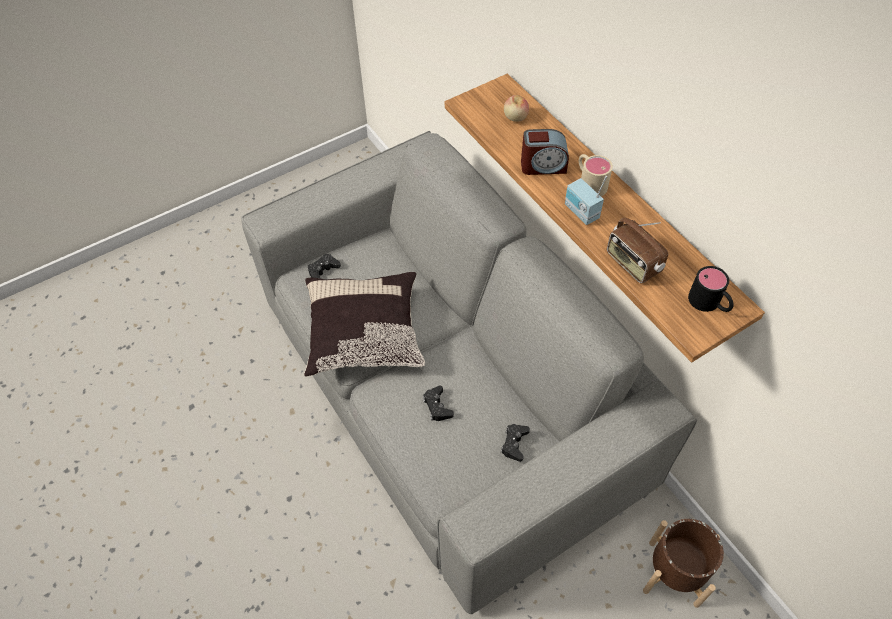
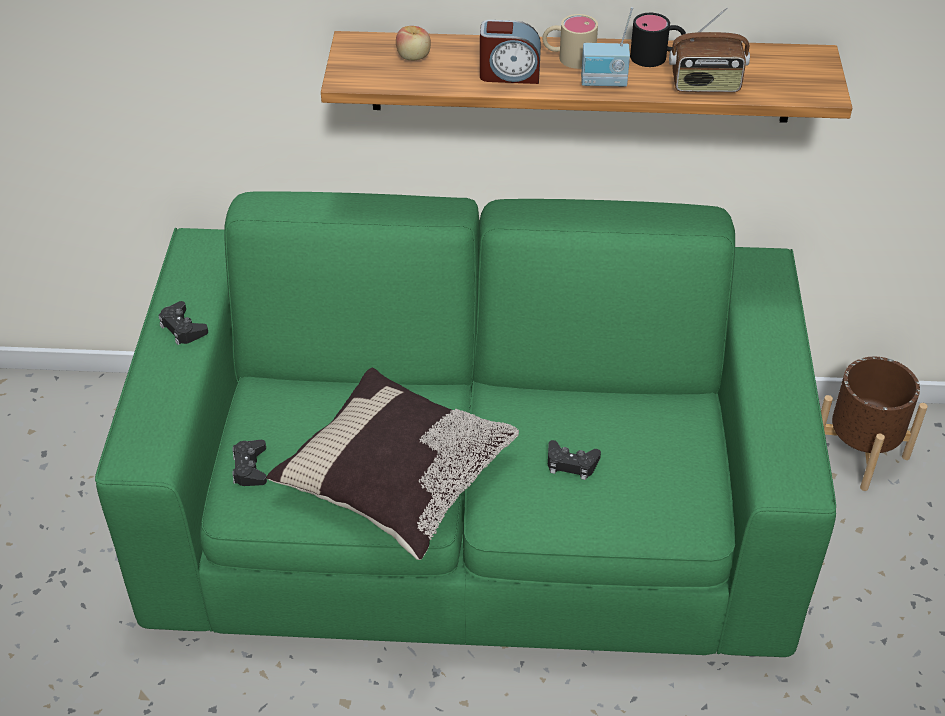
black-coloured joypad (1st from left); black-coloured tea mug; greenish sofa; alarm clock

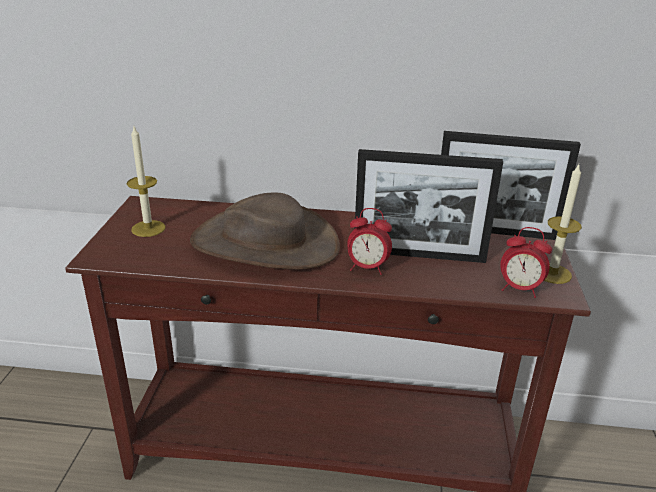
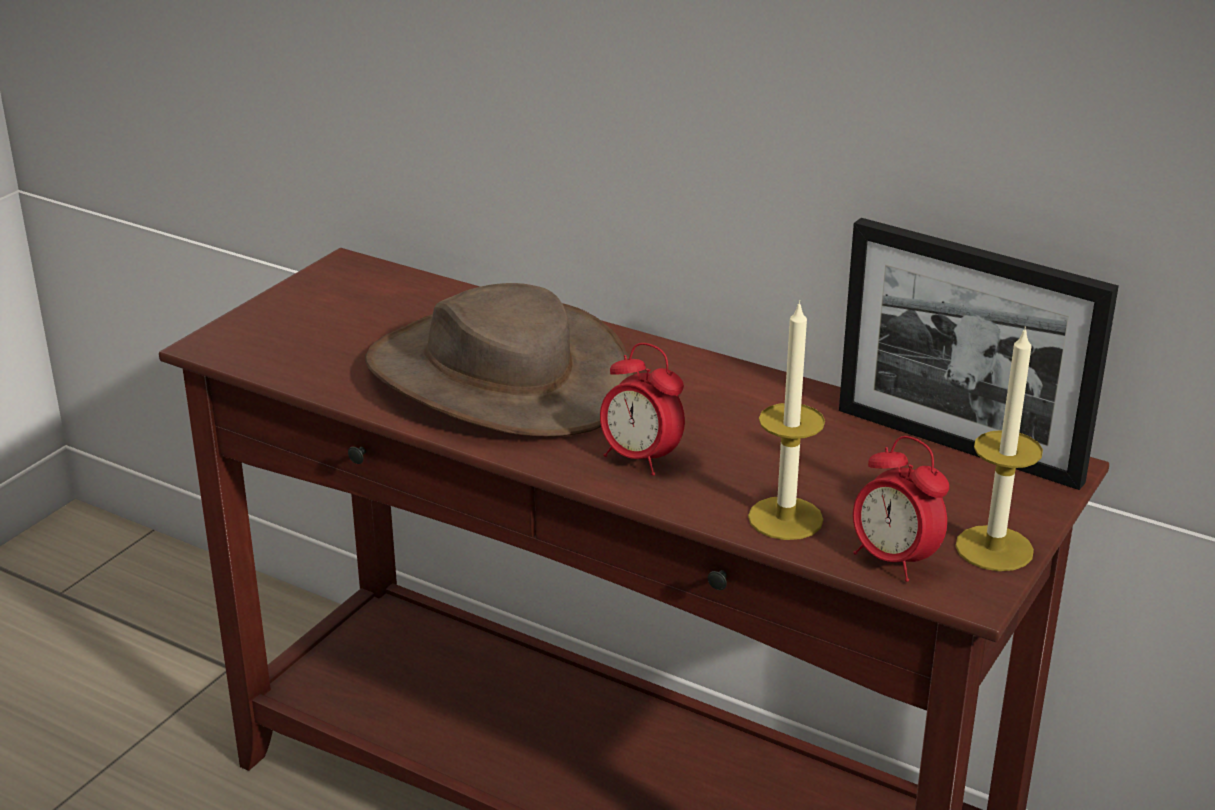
standing frame (1st from left in the first image); wax light (1st from left)

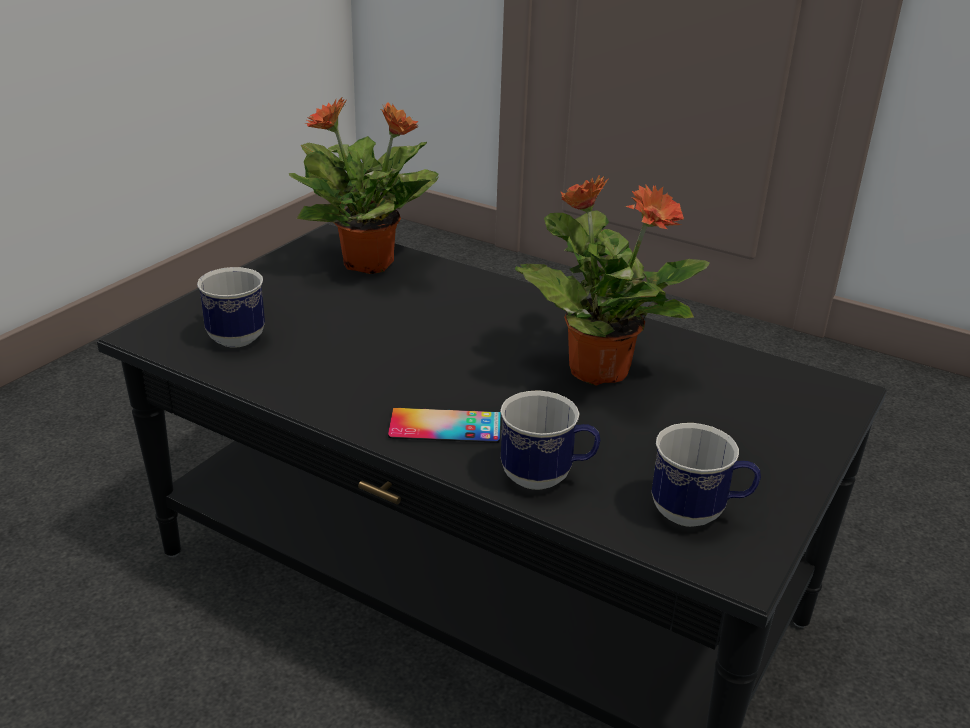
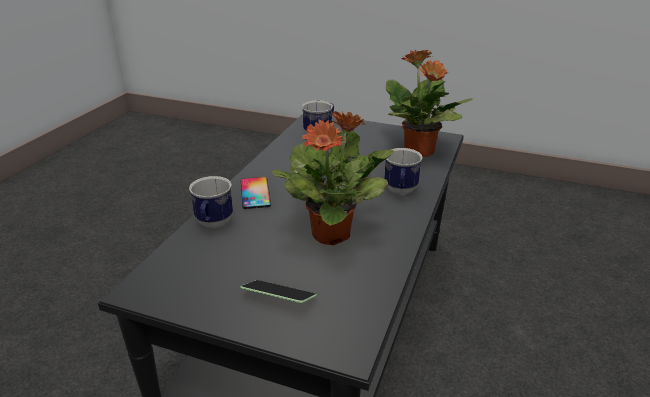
handset (2nd from left); tea mug (3rd from left)

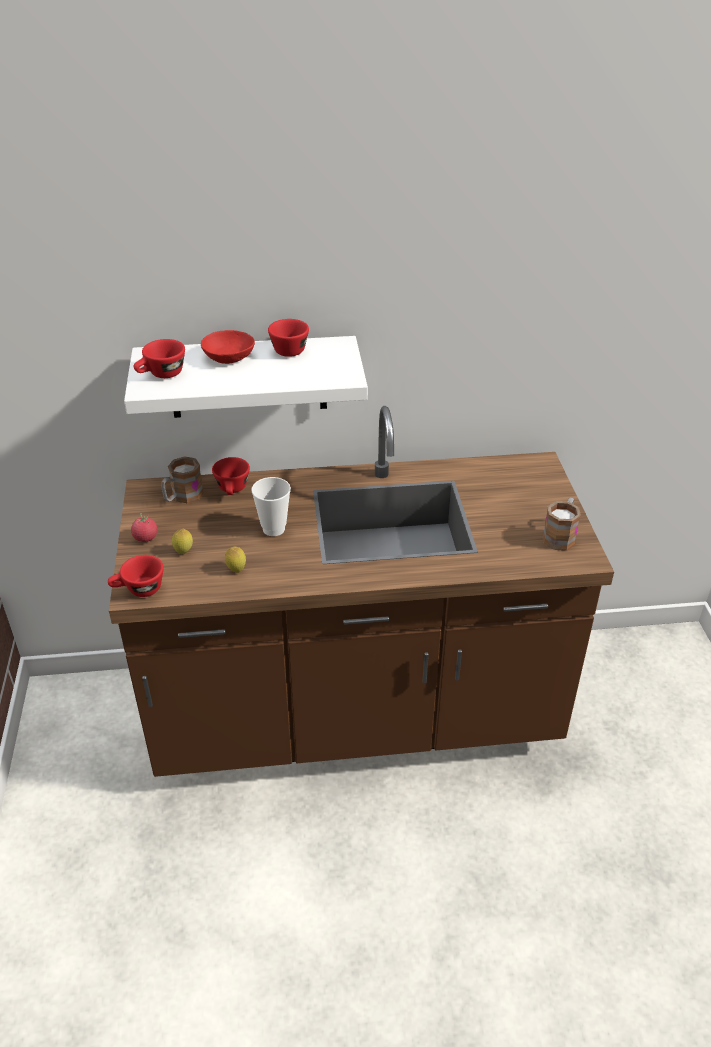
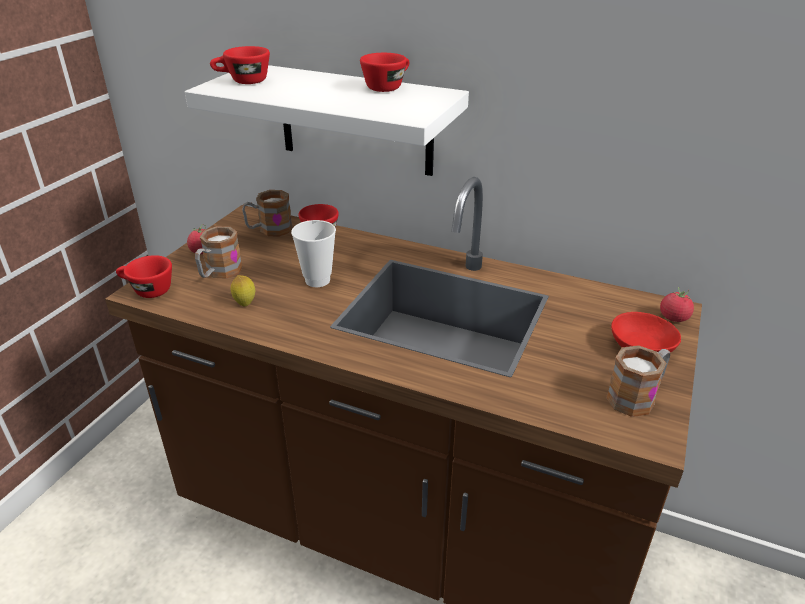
tomato (2nd from left); reddish deep dish; tea mug (1st from left)

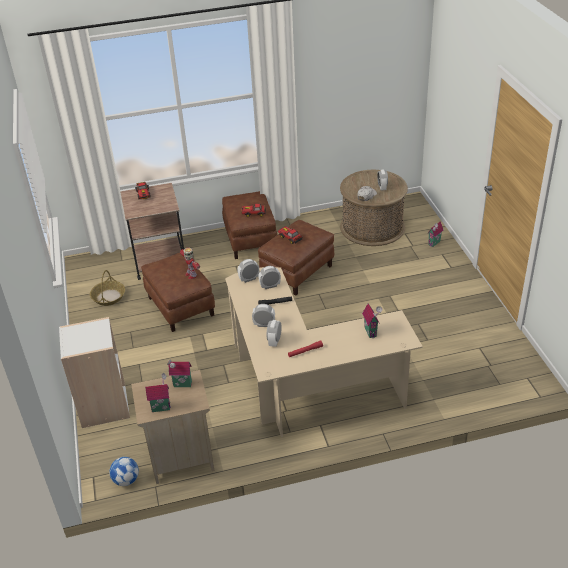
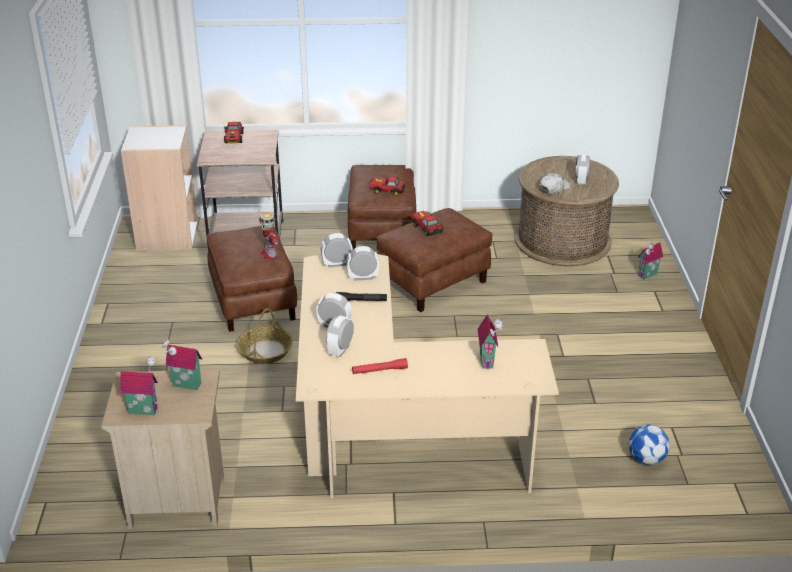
shelving unit; household basket; football

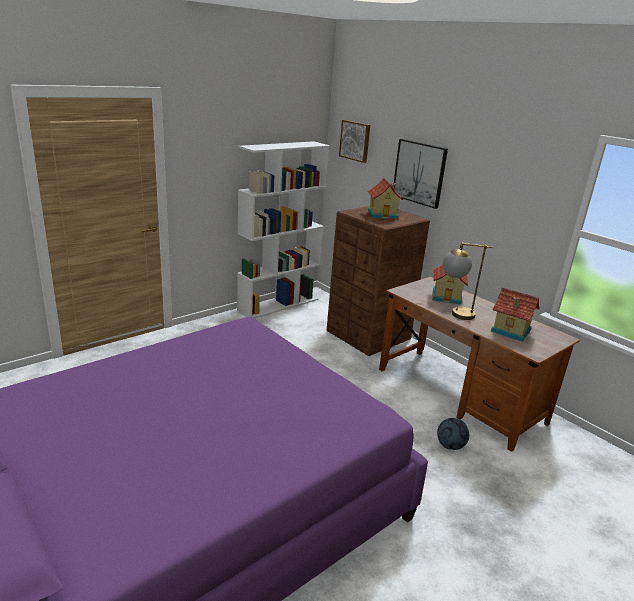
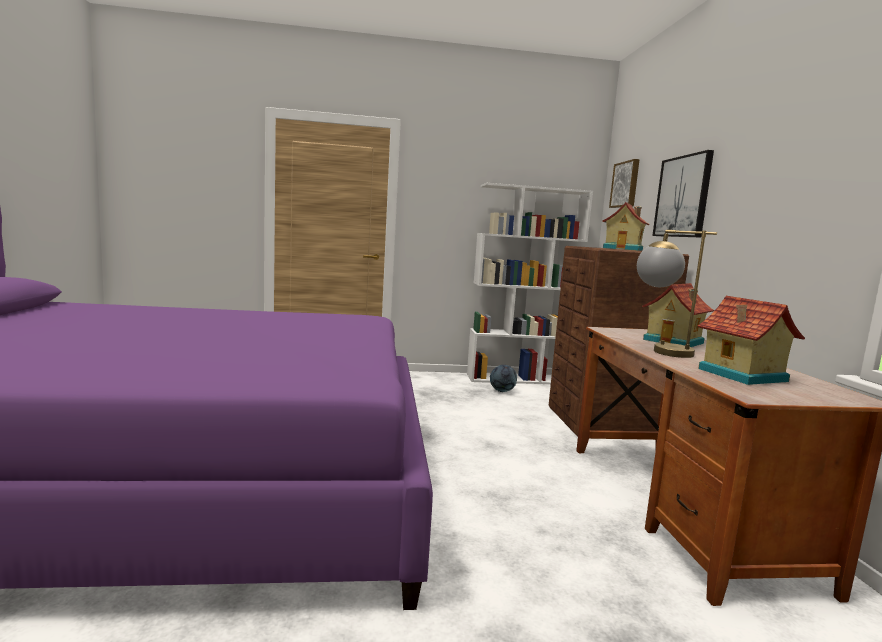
football

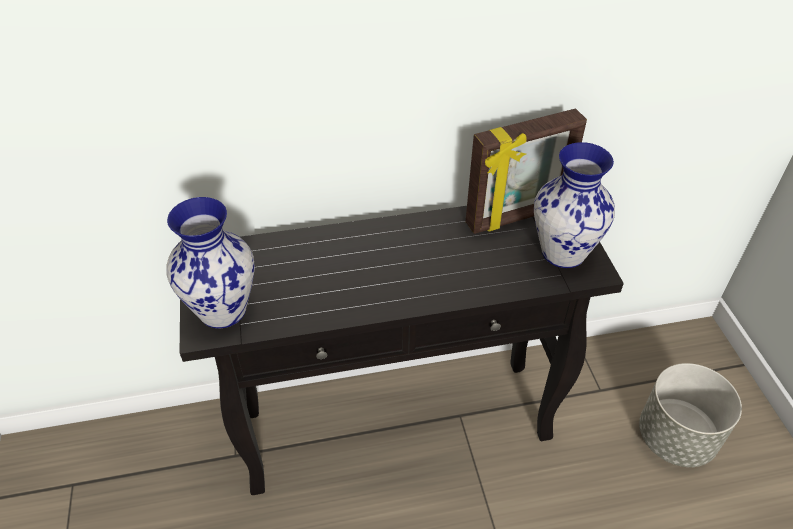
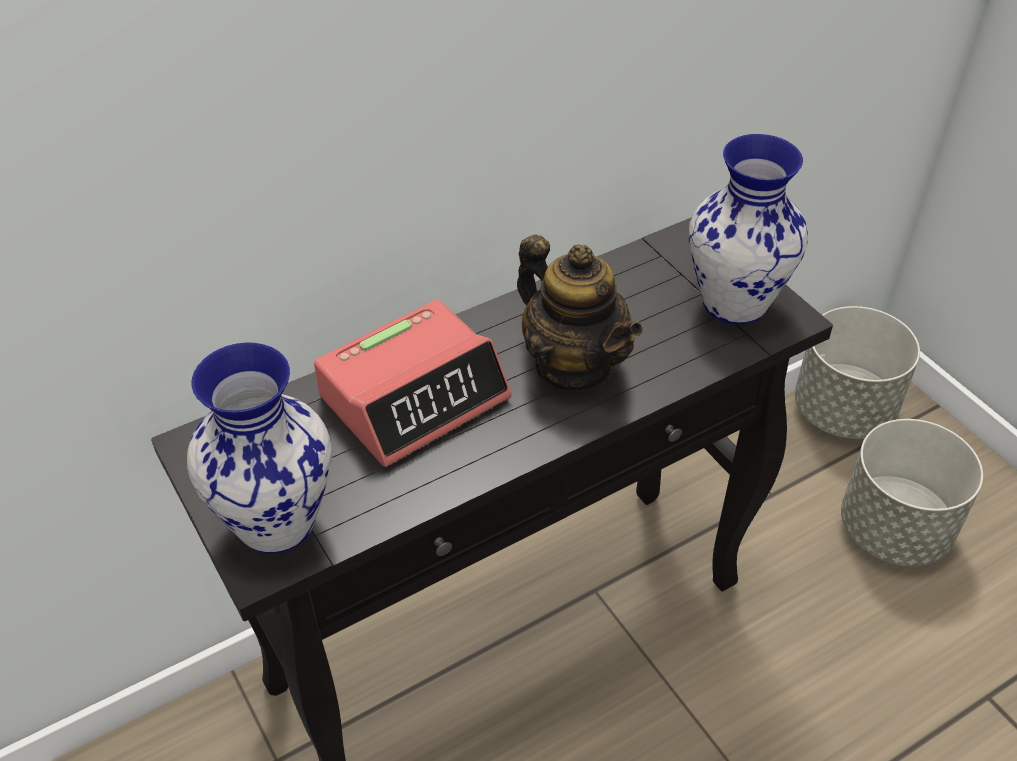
standing frame; alarm clock; tea pot; greyish planter (1st from left)

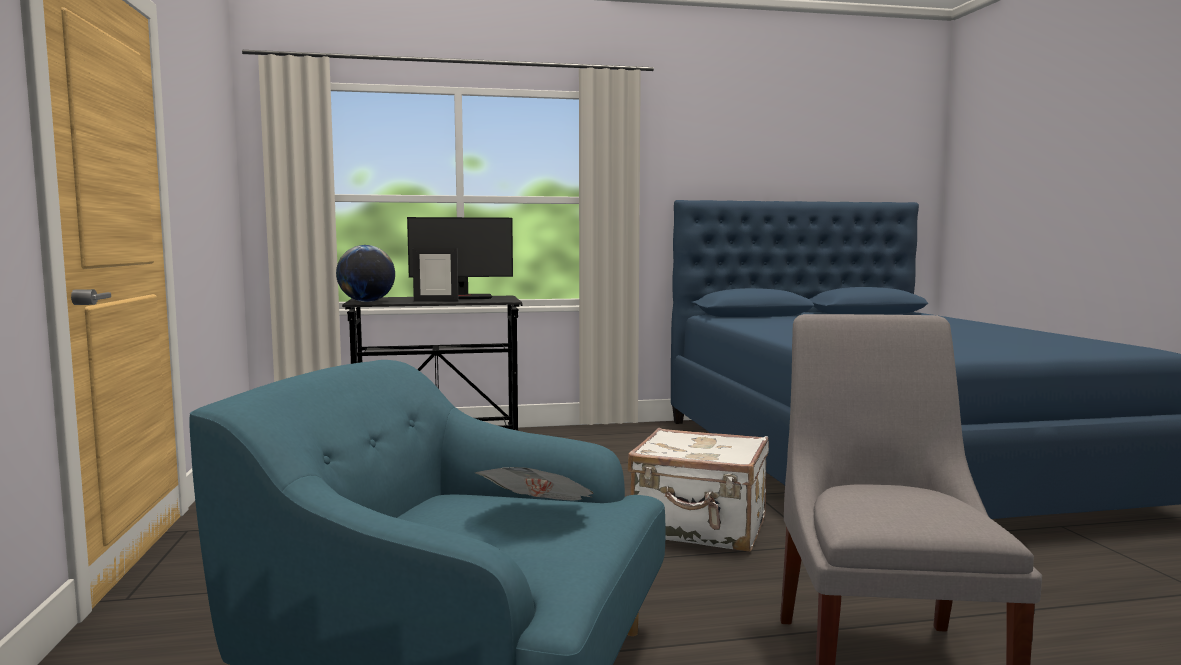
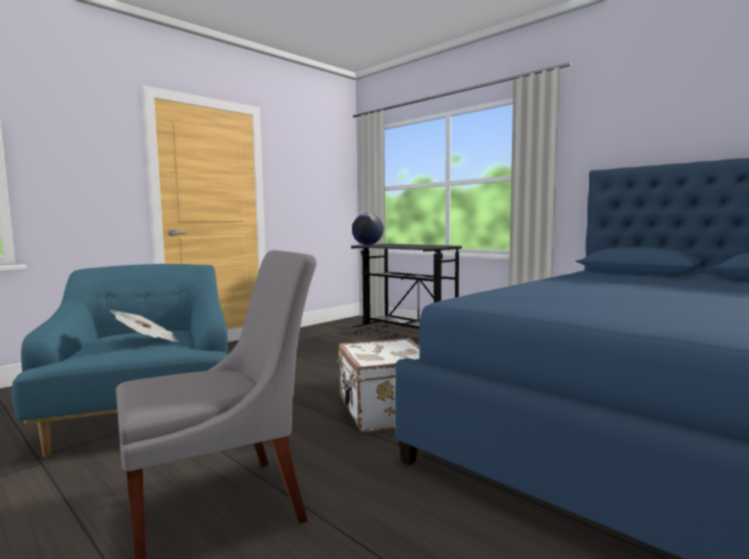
computer display; standing frame

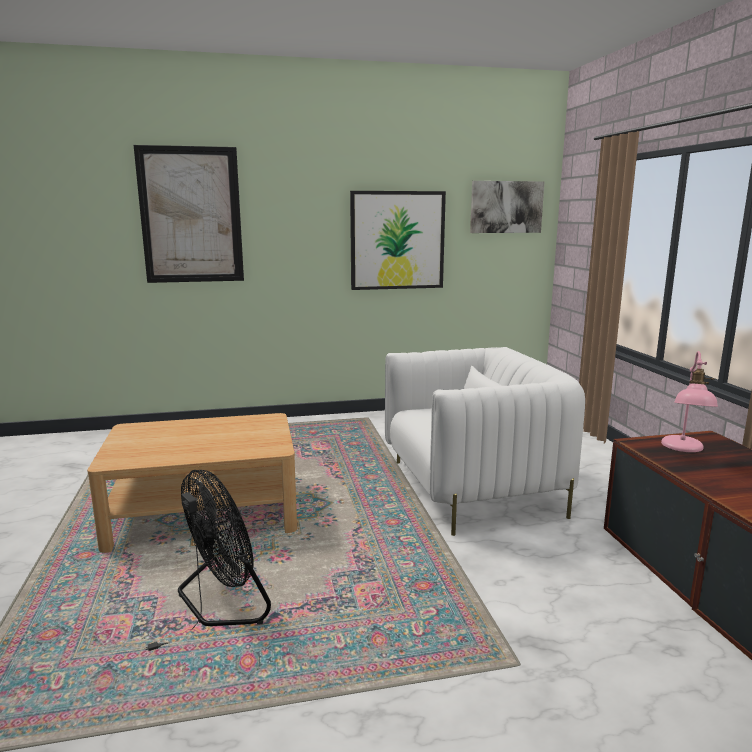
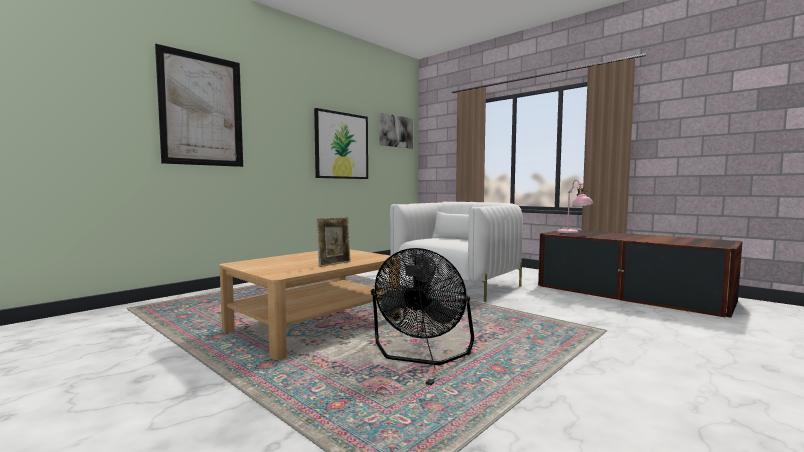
standing frame

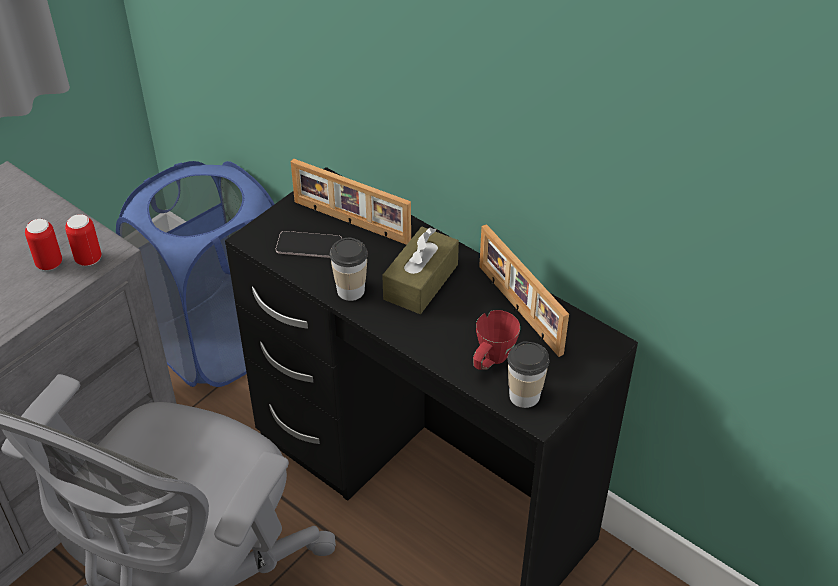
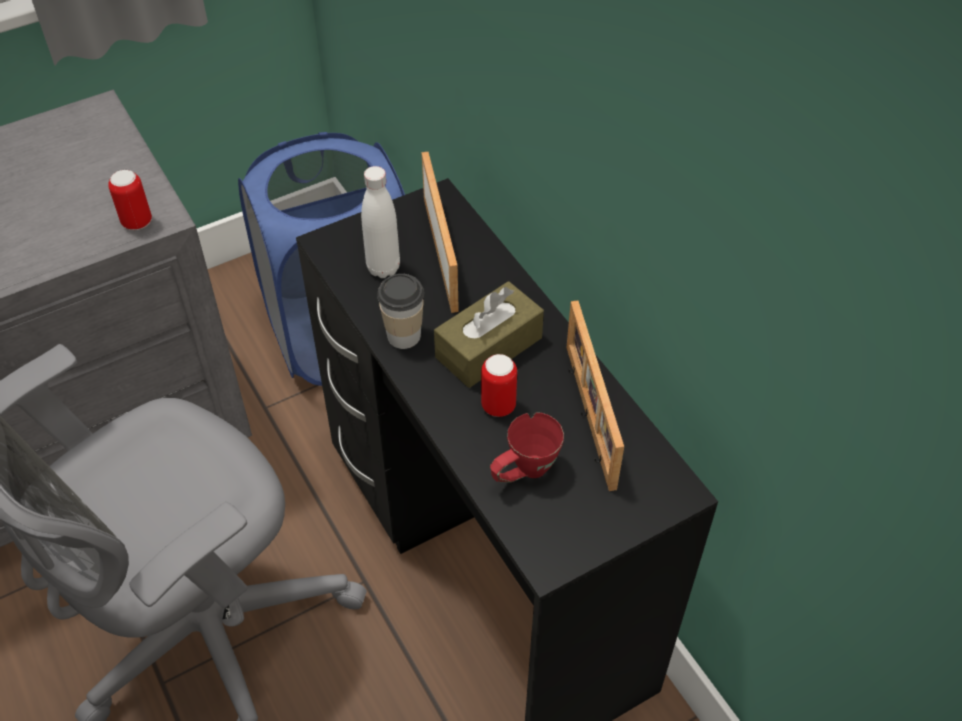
small cup (2nd from left in the first image); metal can (2nd from left); white-coloured beverage bottle; standing frame (1st from left)

